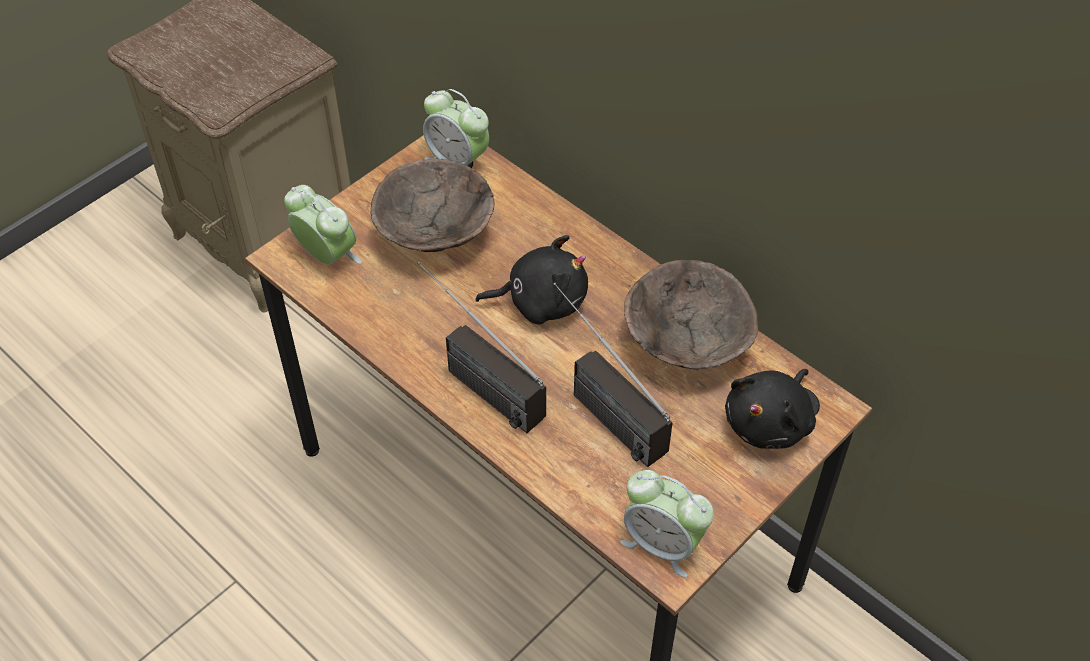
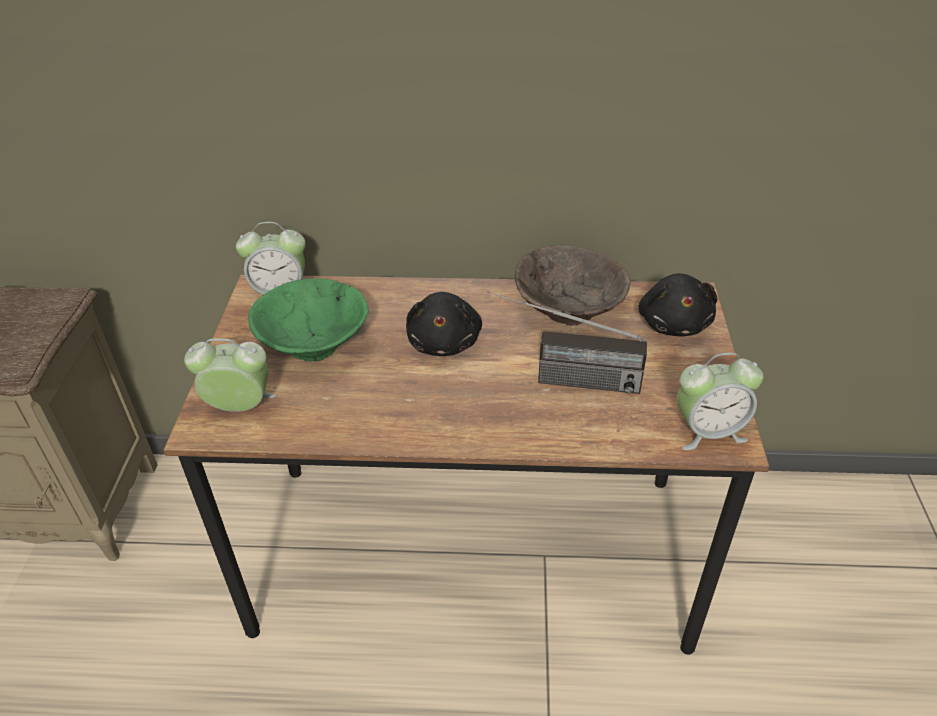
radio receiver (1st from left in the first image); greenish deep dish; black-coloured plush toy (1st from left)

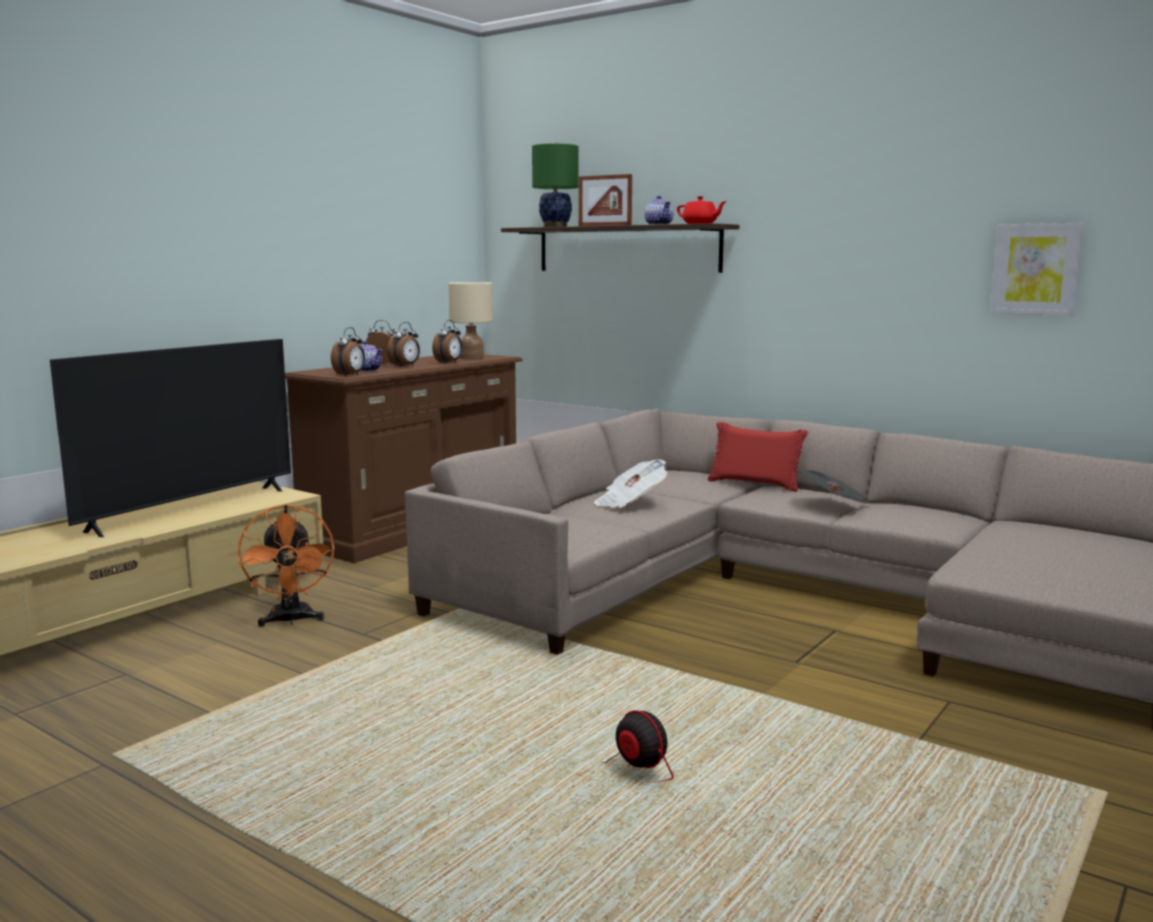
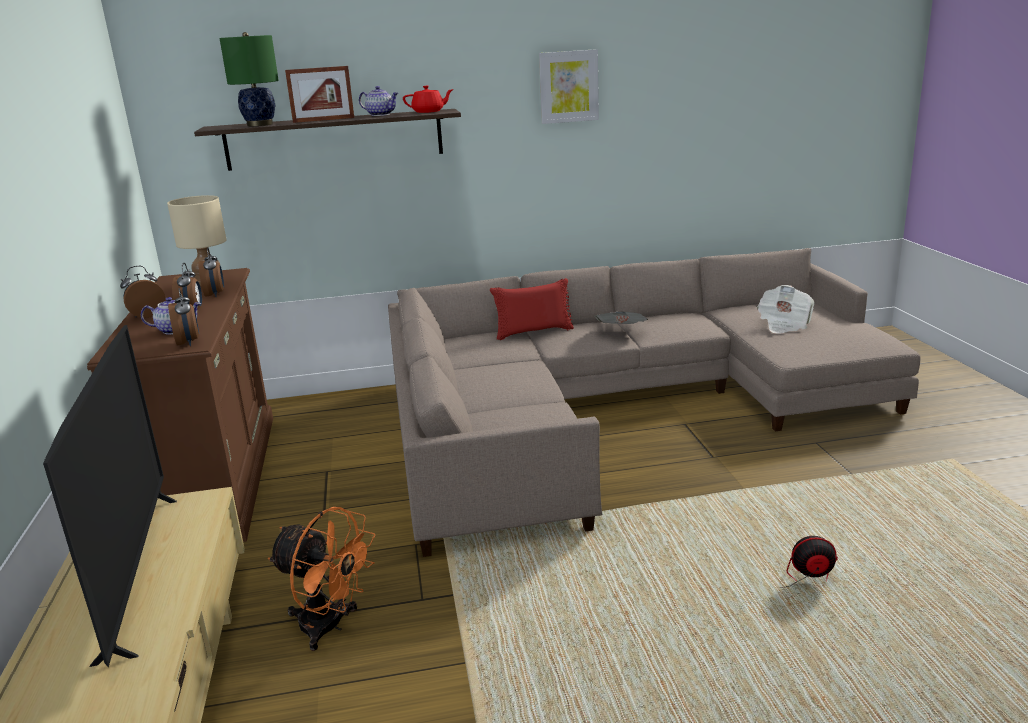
daily paper (2nd from left); picture

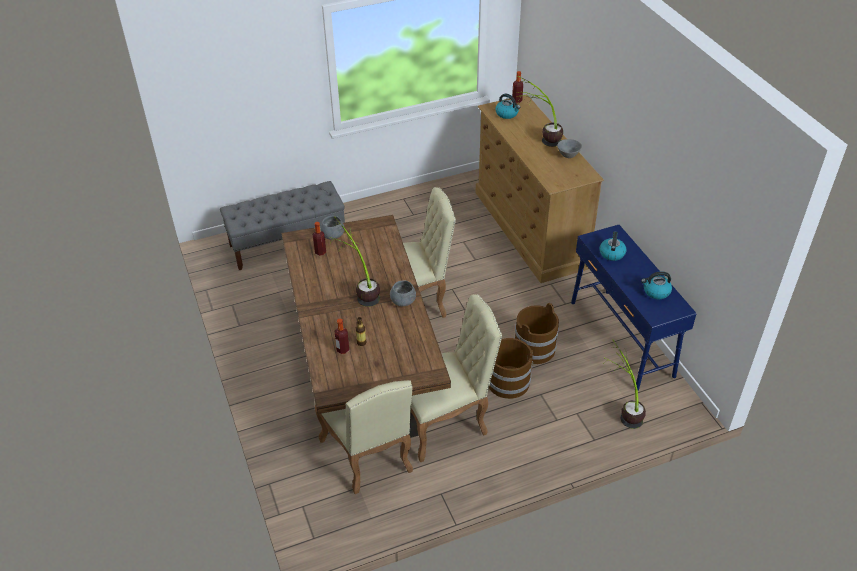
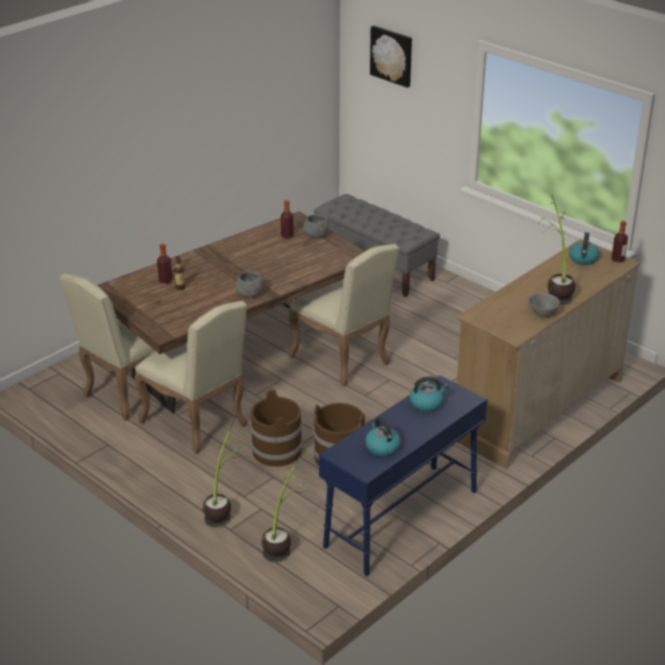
picture; potted plant (1st from left)

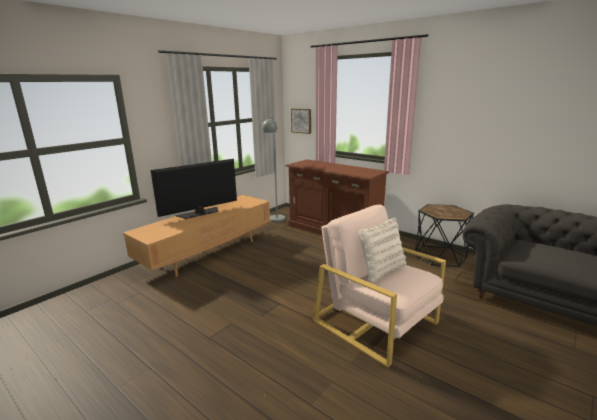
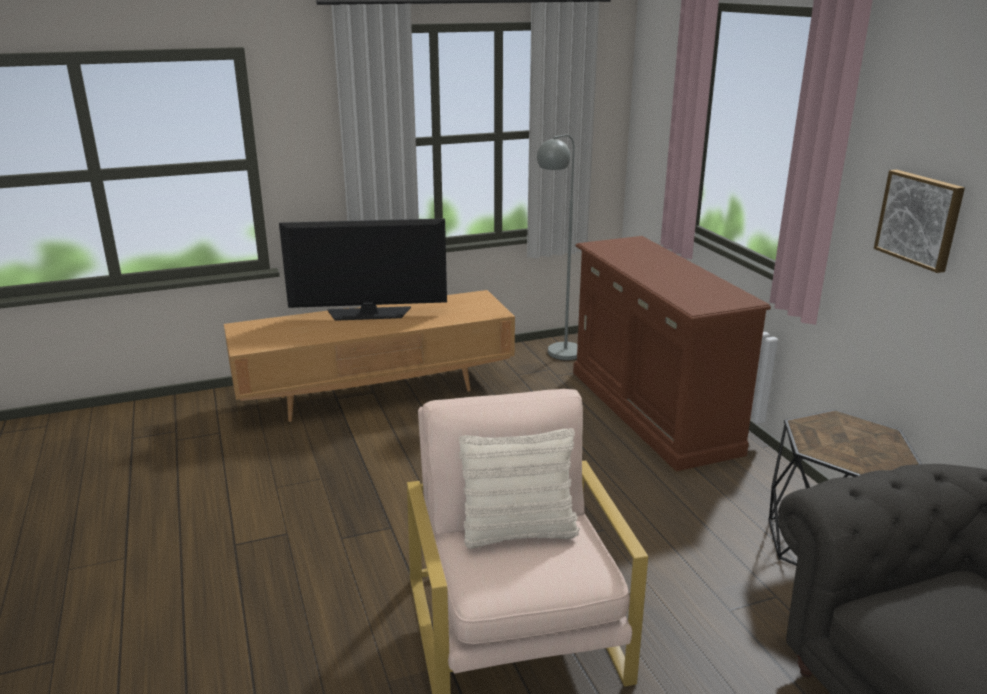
picture

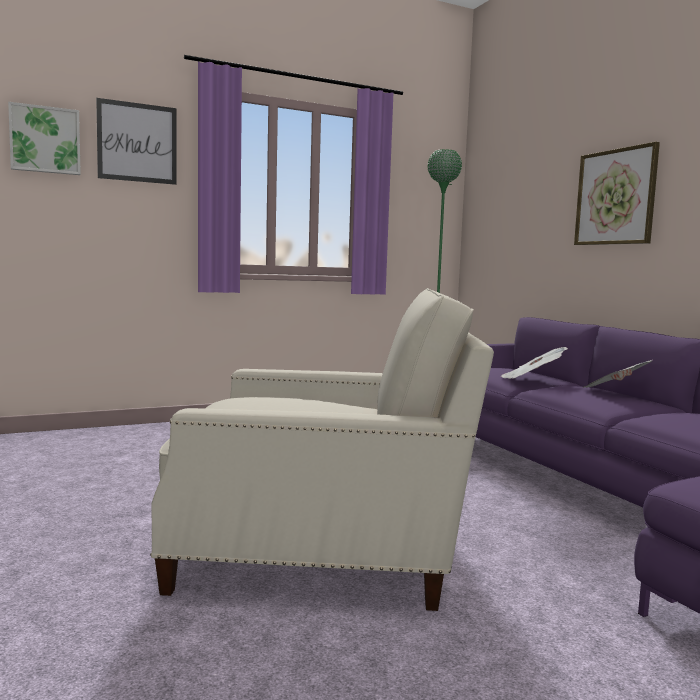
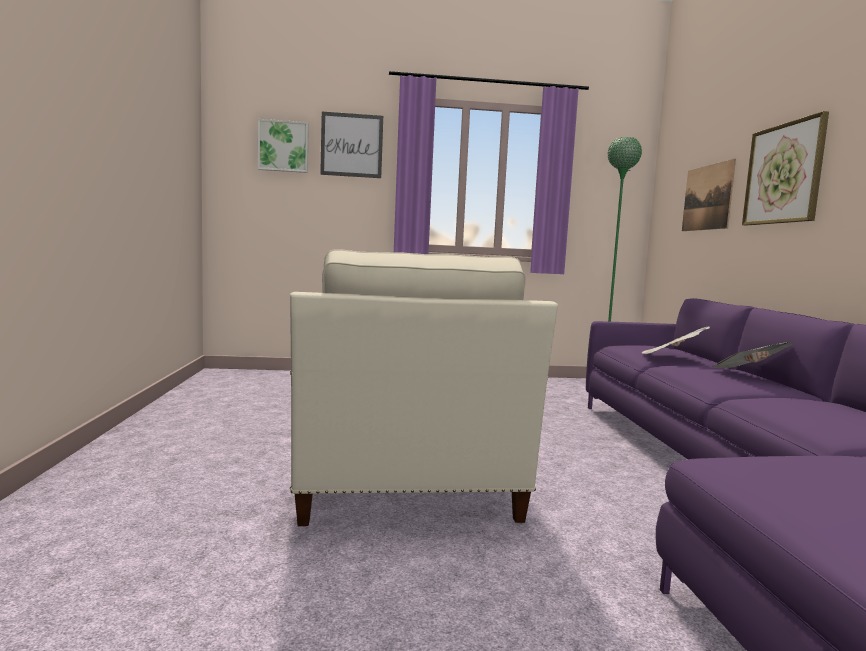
picture (3rd from left); beige-coloured easy chair

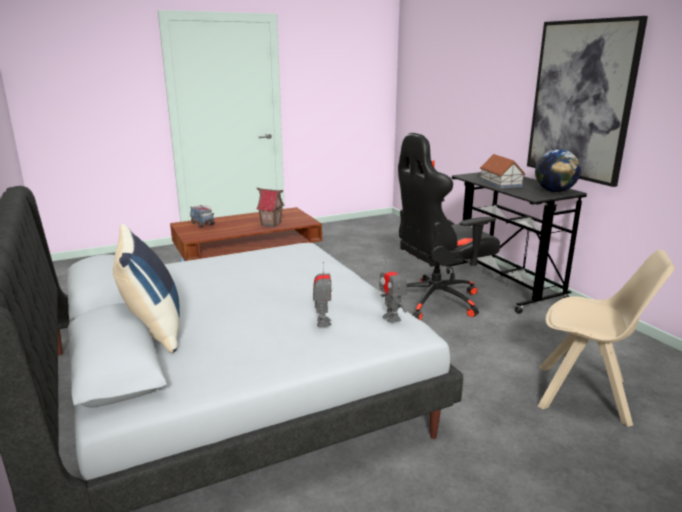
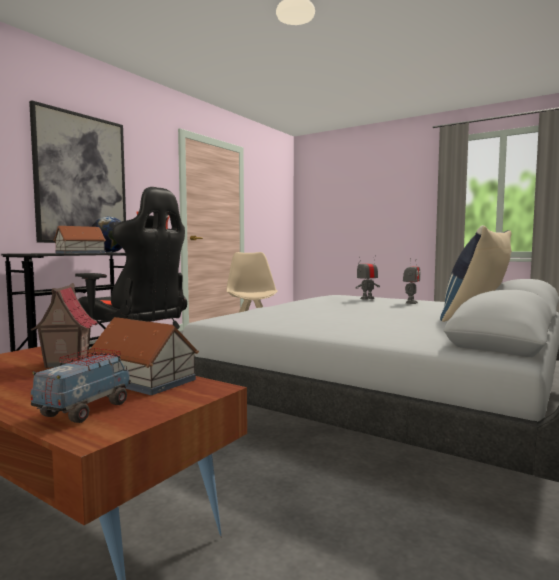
model house (3rd from left); robot figure (2nd from left)

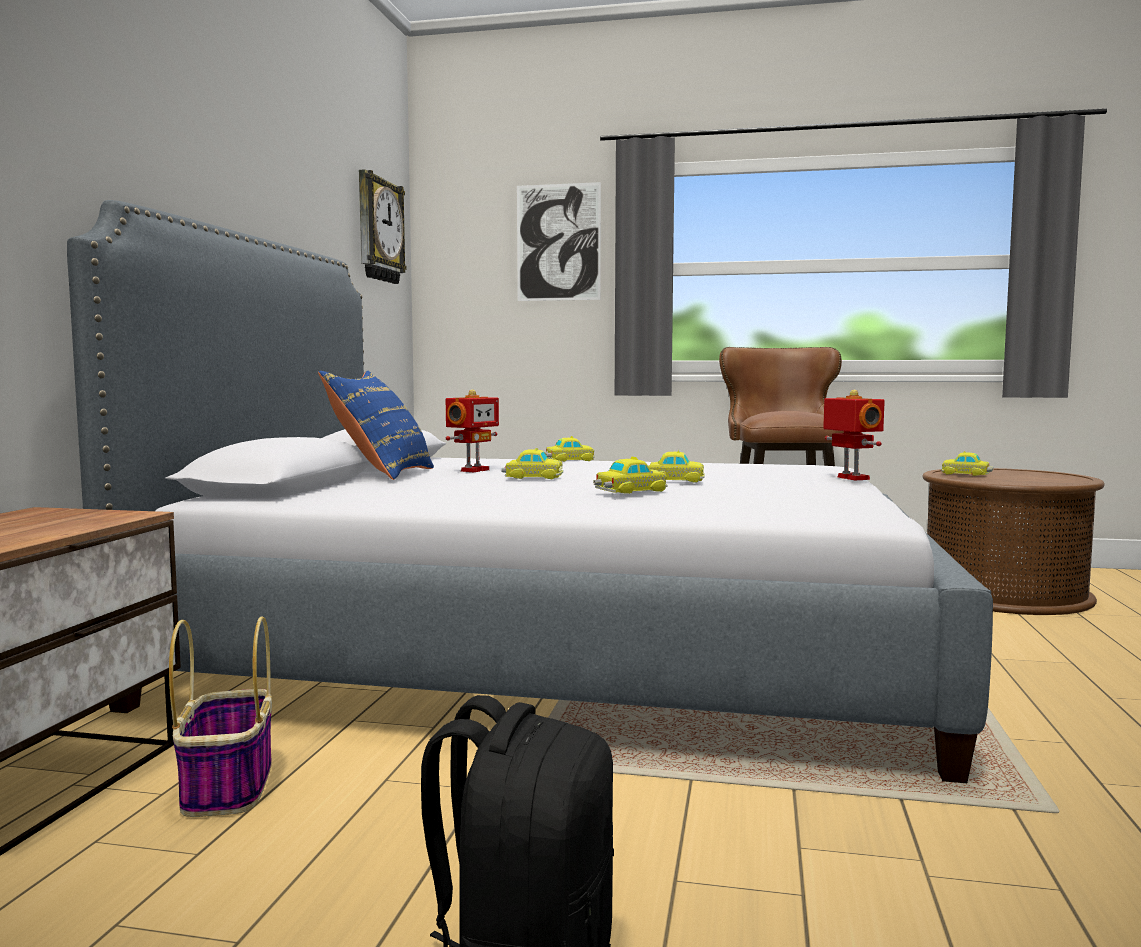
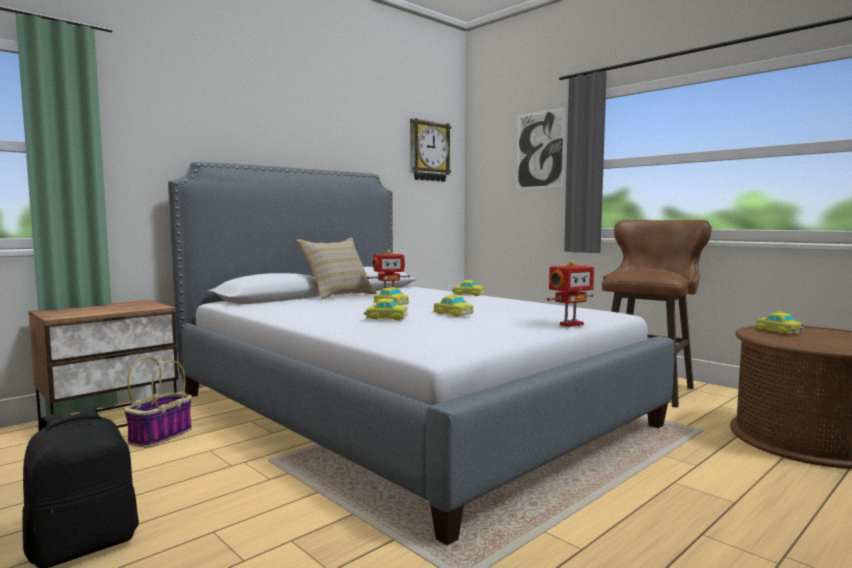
beige-coloured cushion; robot figure (2nd from left)

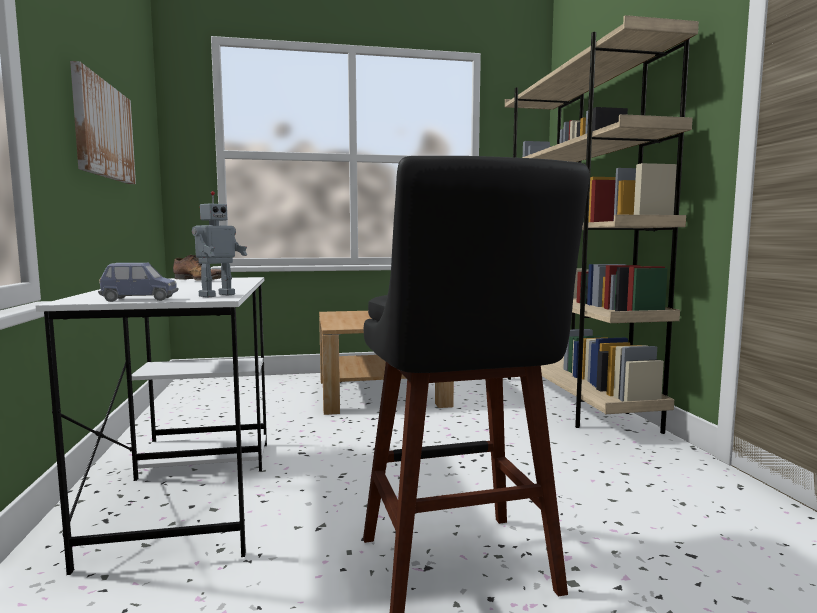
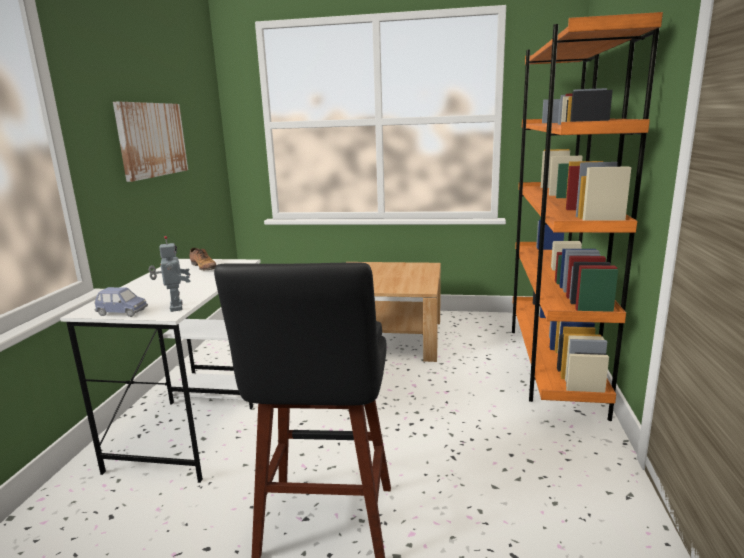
orange-coloured shelving unit; robot figure

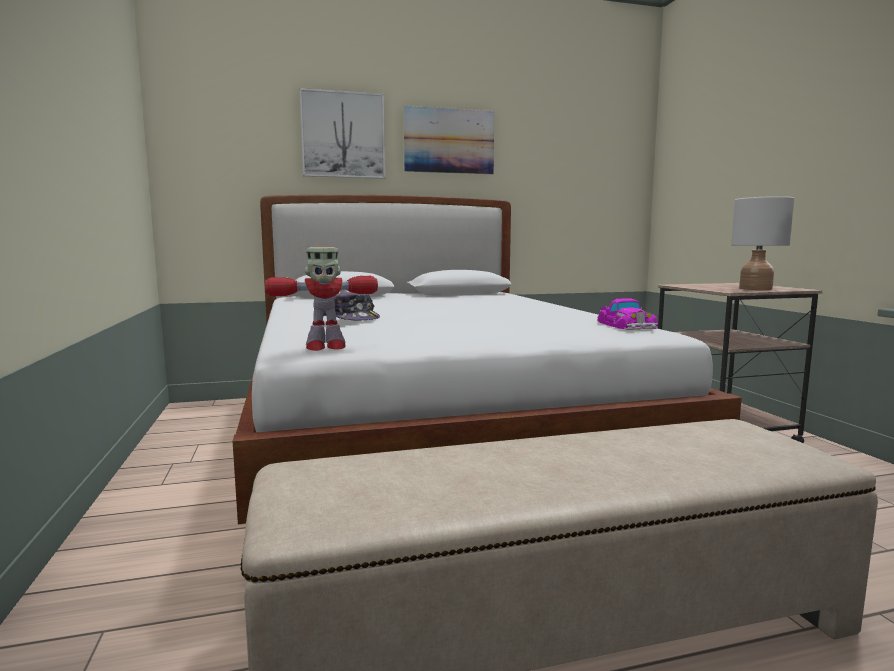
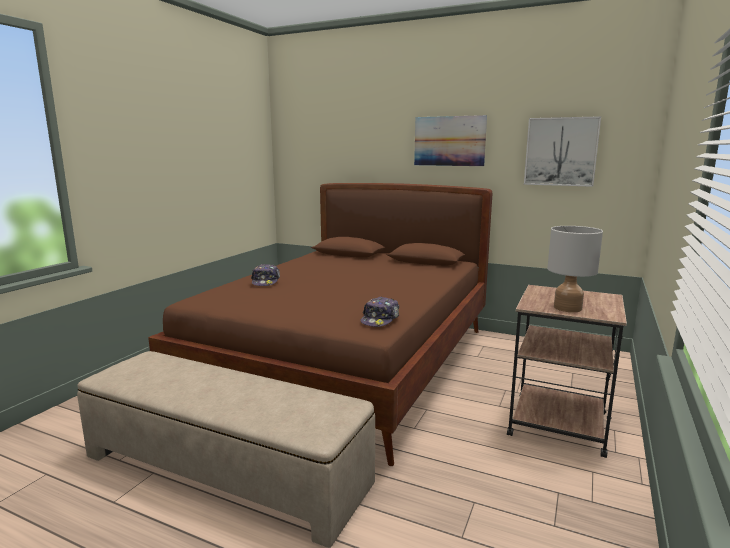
robot figure; picture (2nd from left); cap (2nd from left); brownish bed

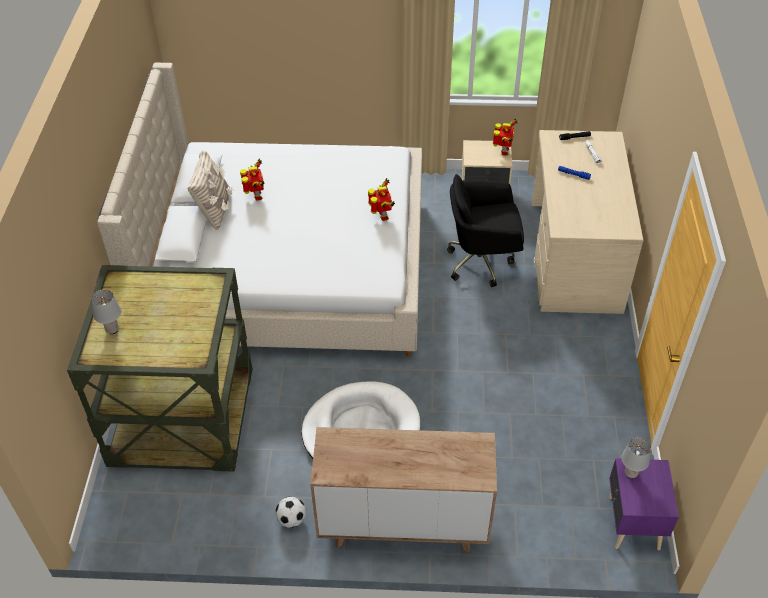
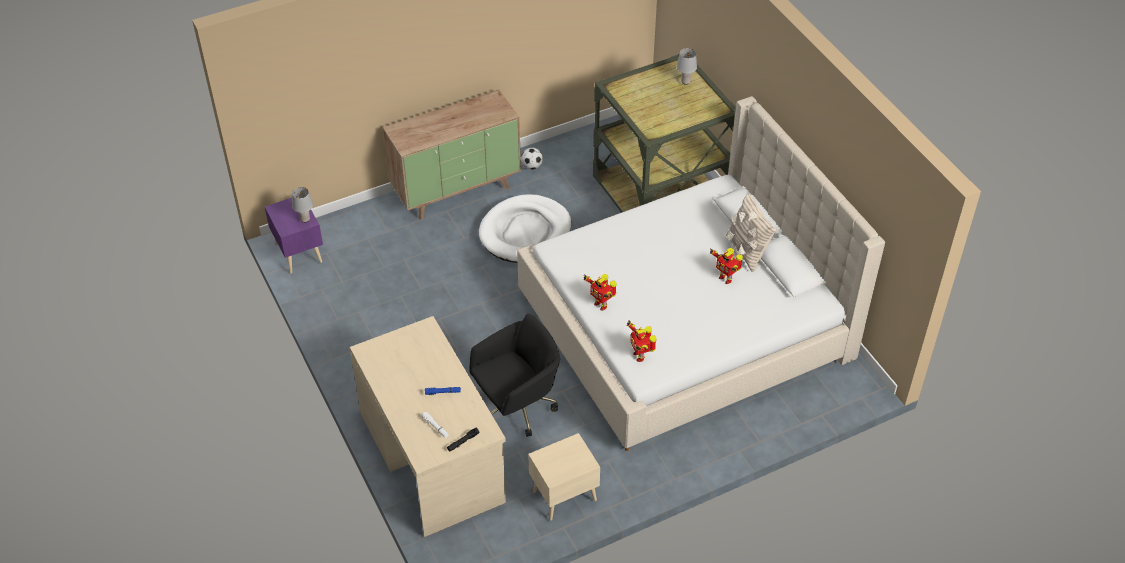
robot figure (2nd from left)

